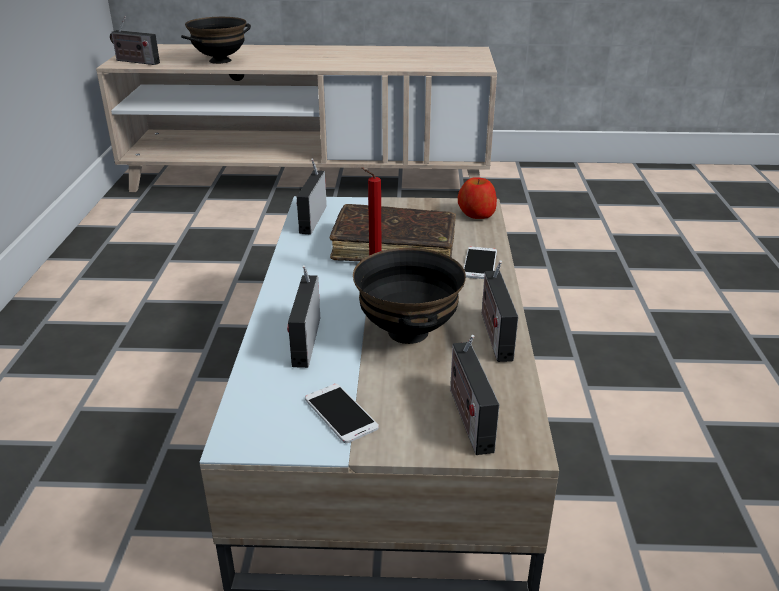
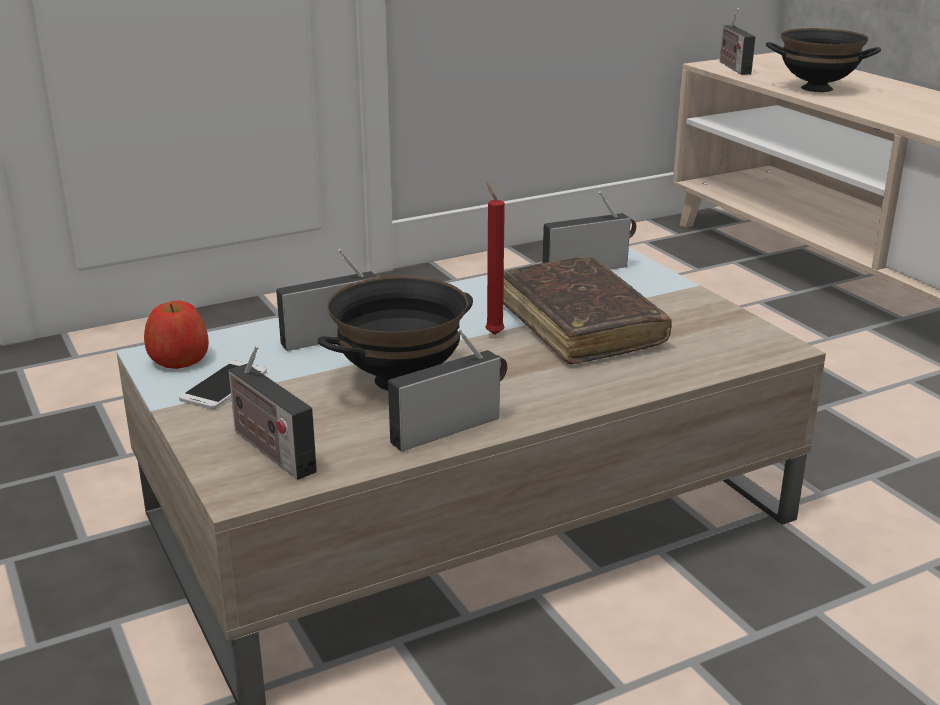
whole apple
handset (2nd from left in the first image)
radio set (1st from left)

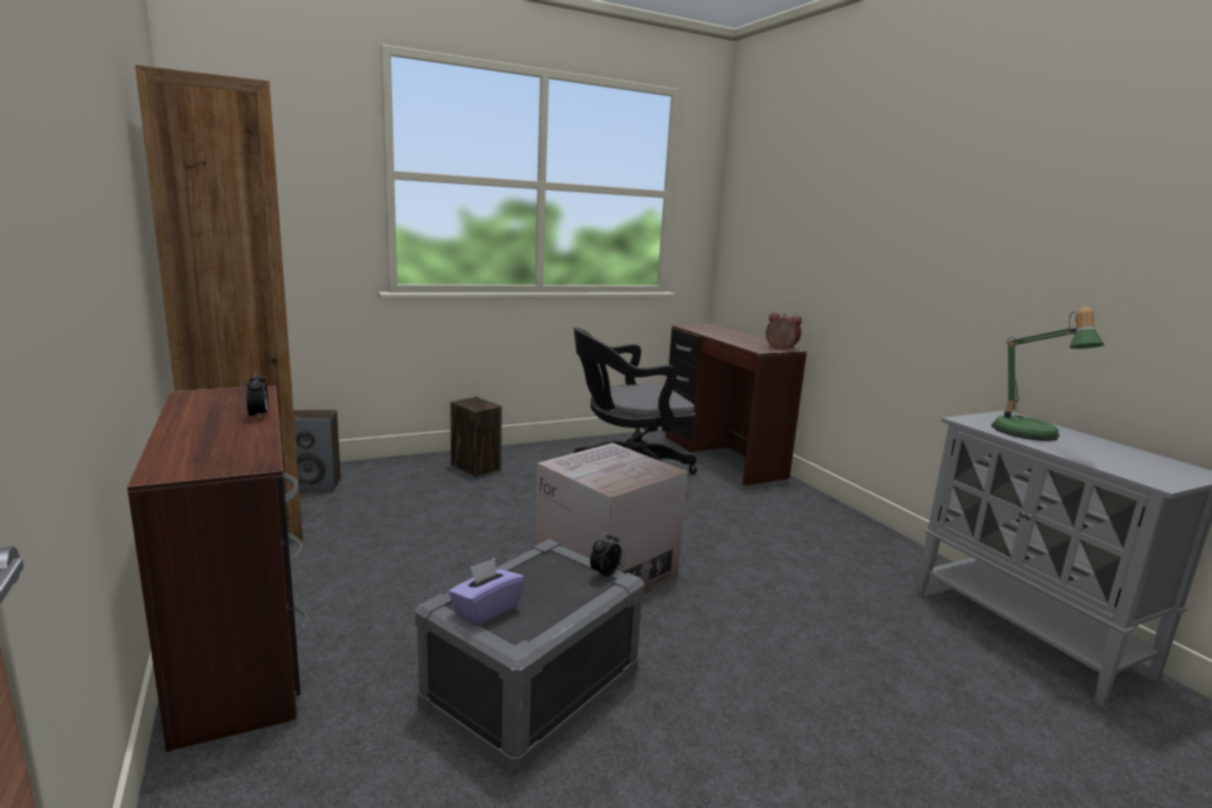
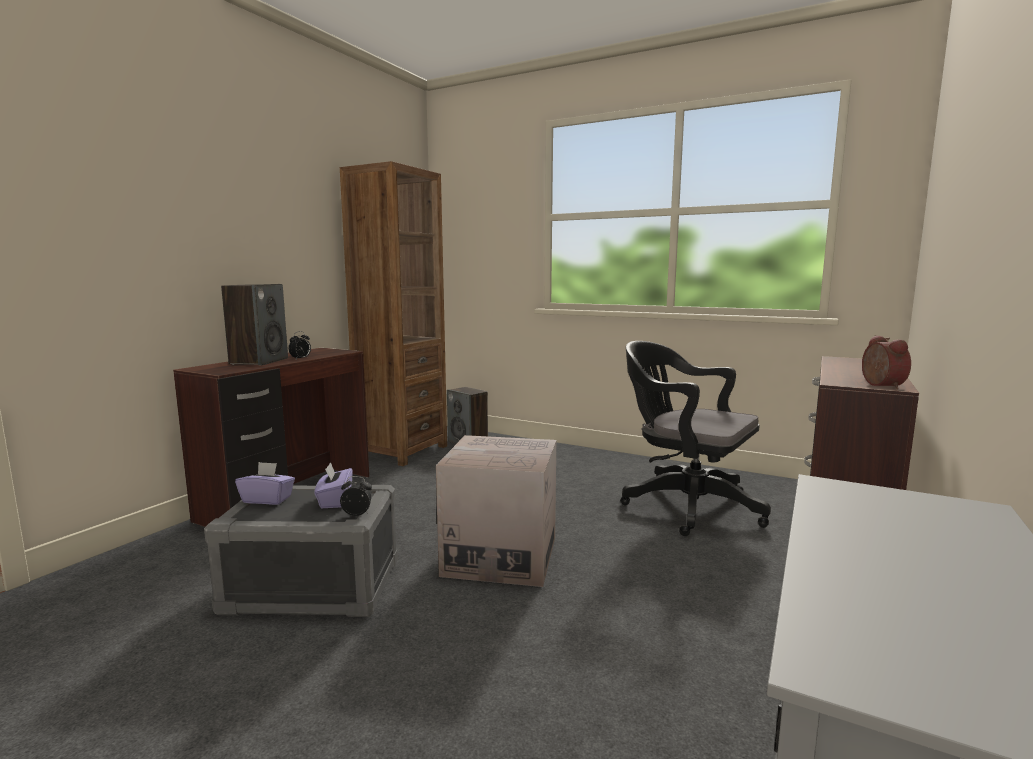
table lamp
speaker (1st from left)
box of tissues/purple-coloured (2nd from left)

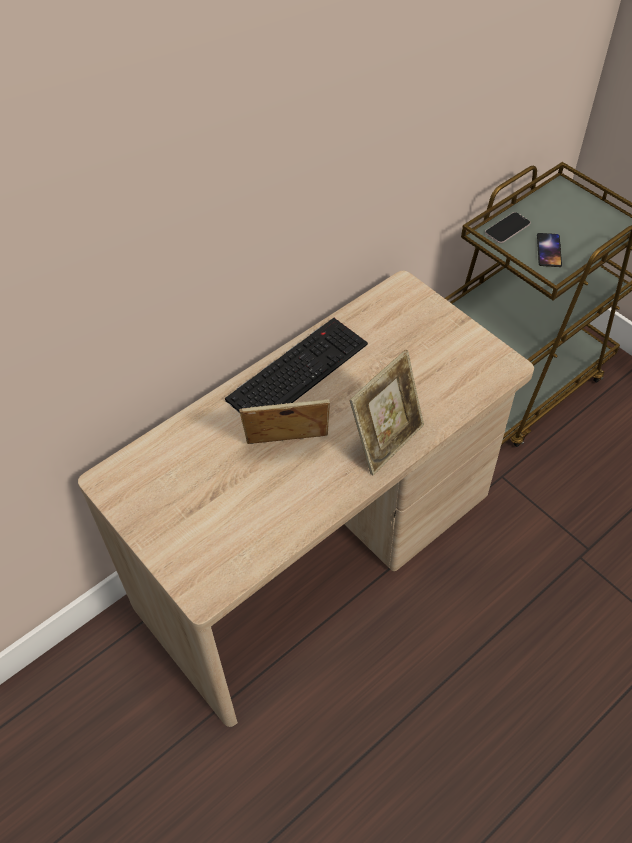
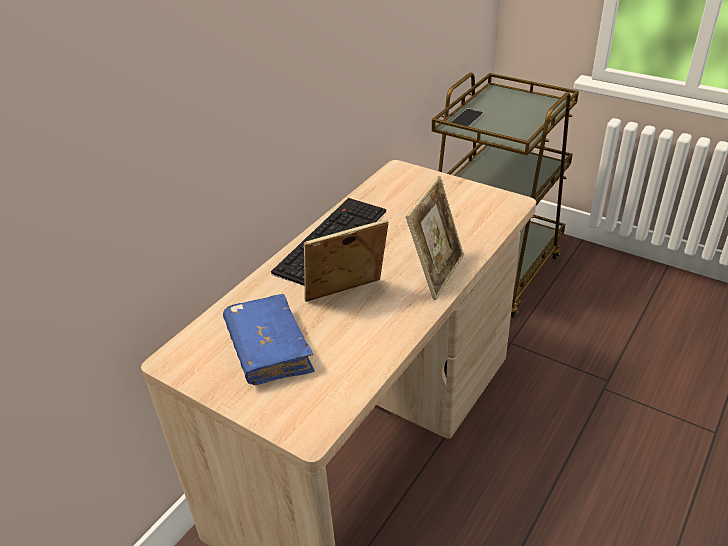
handset (2nd from left in the first image)
volume/blue

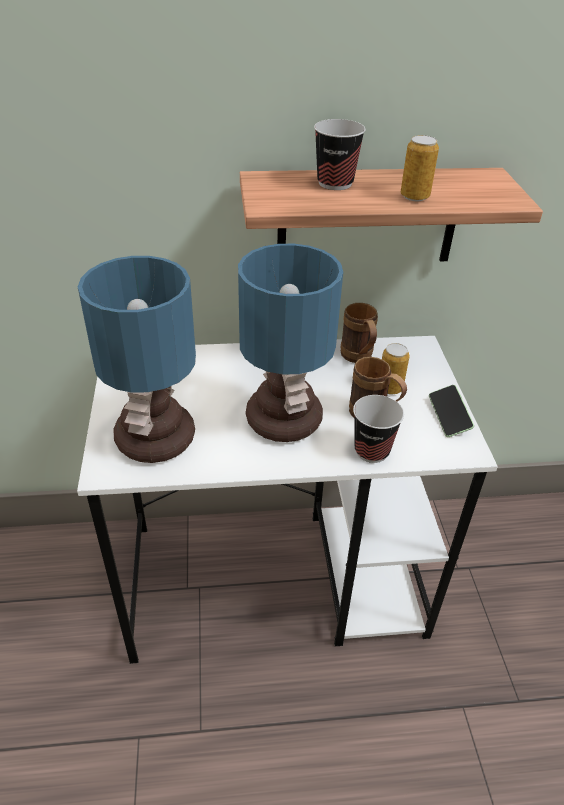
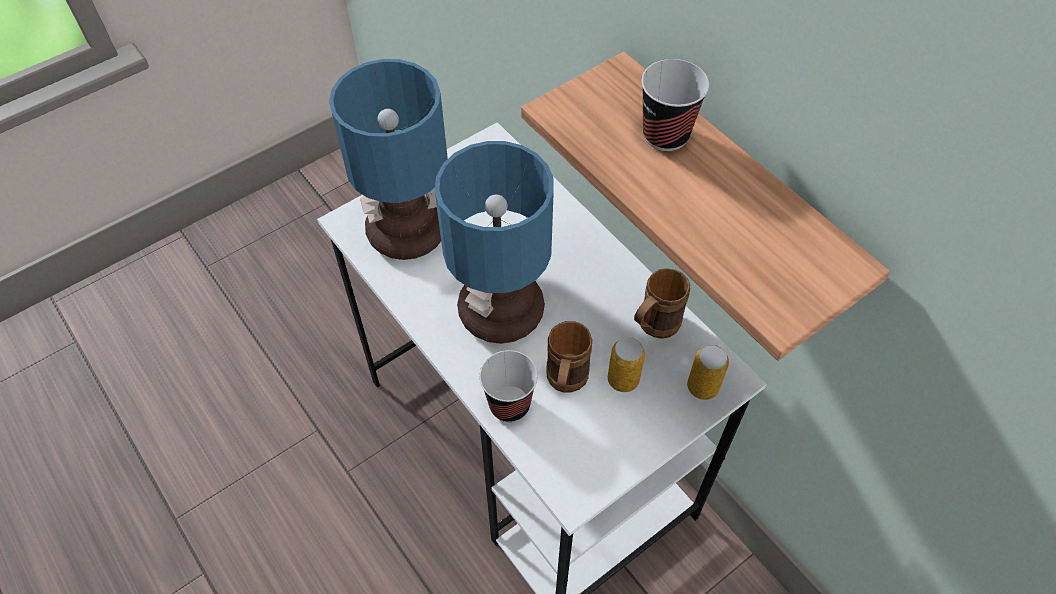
metal can (2nd from left)
handset

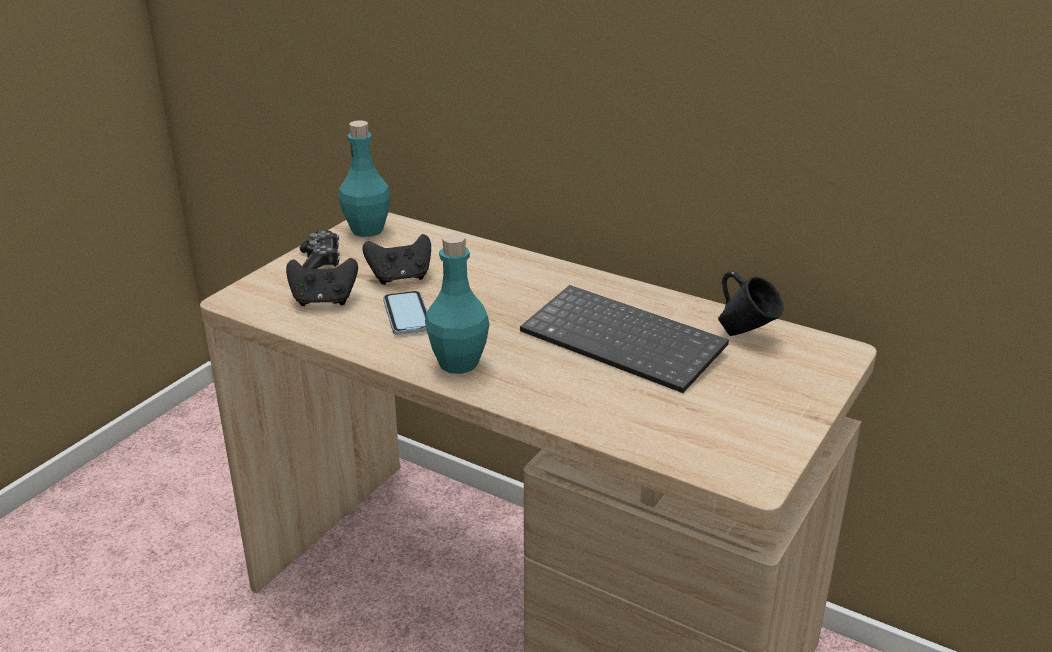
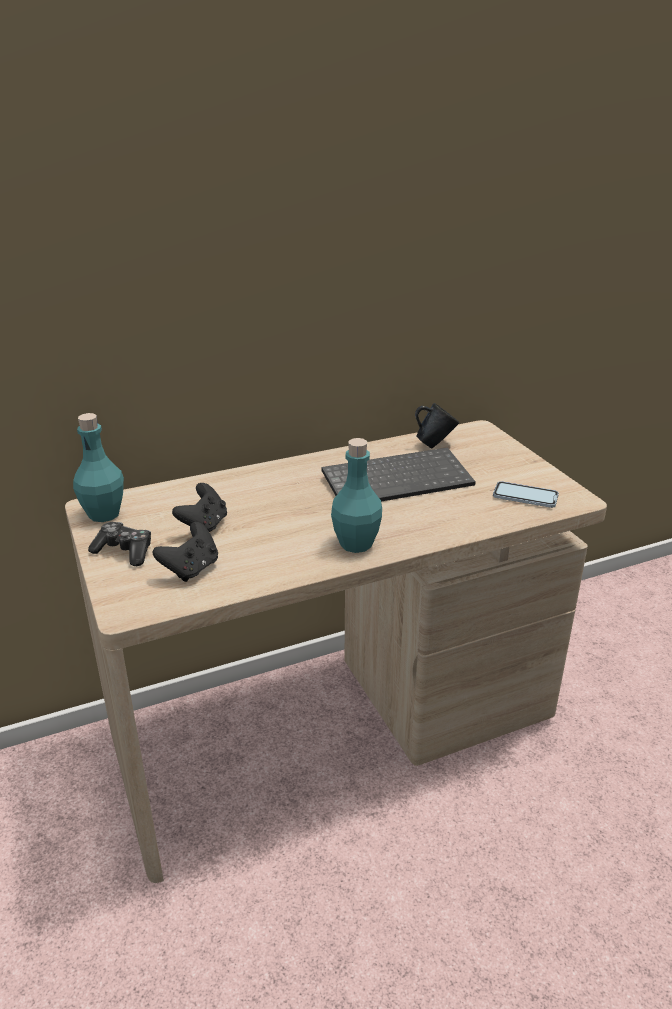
handset

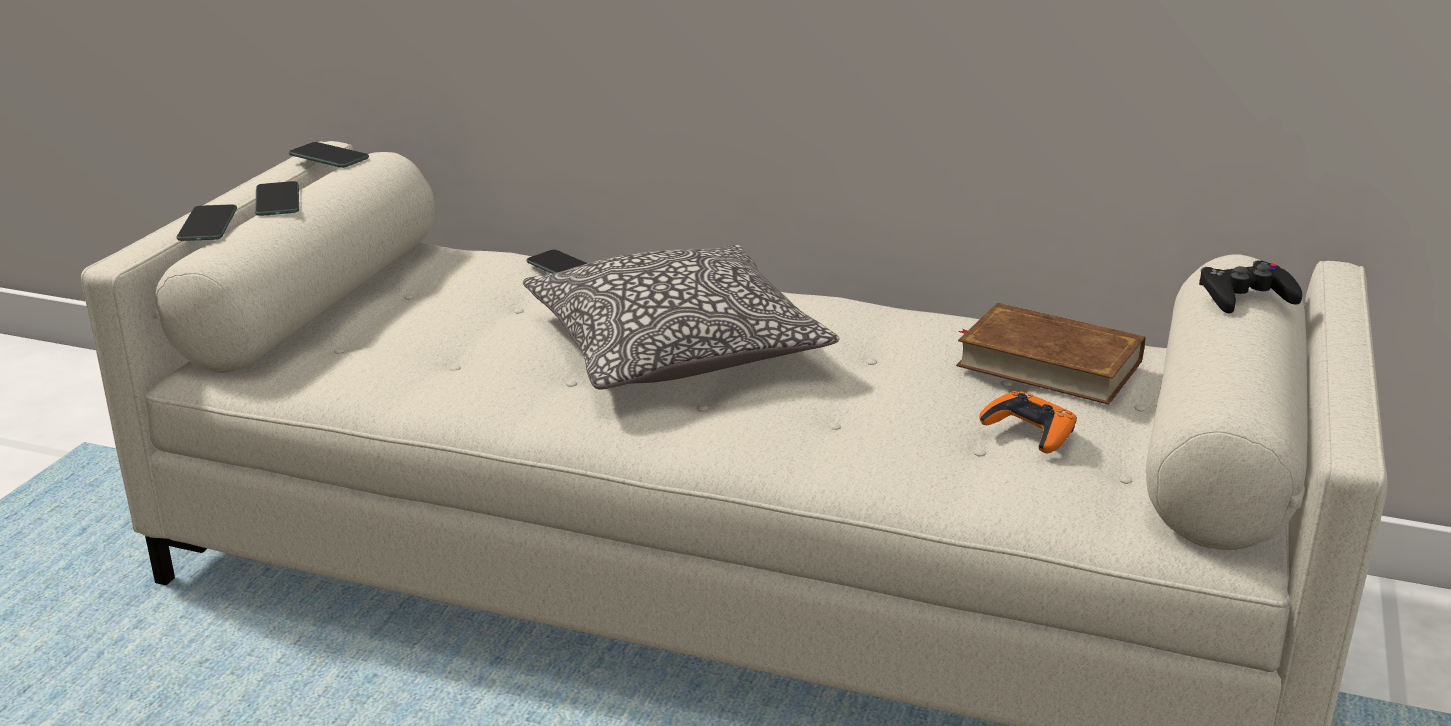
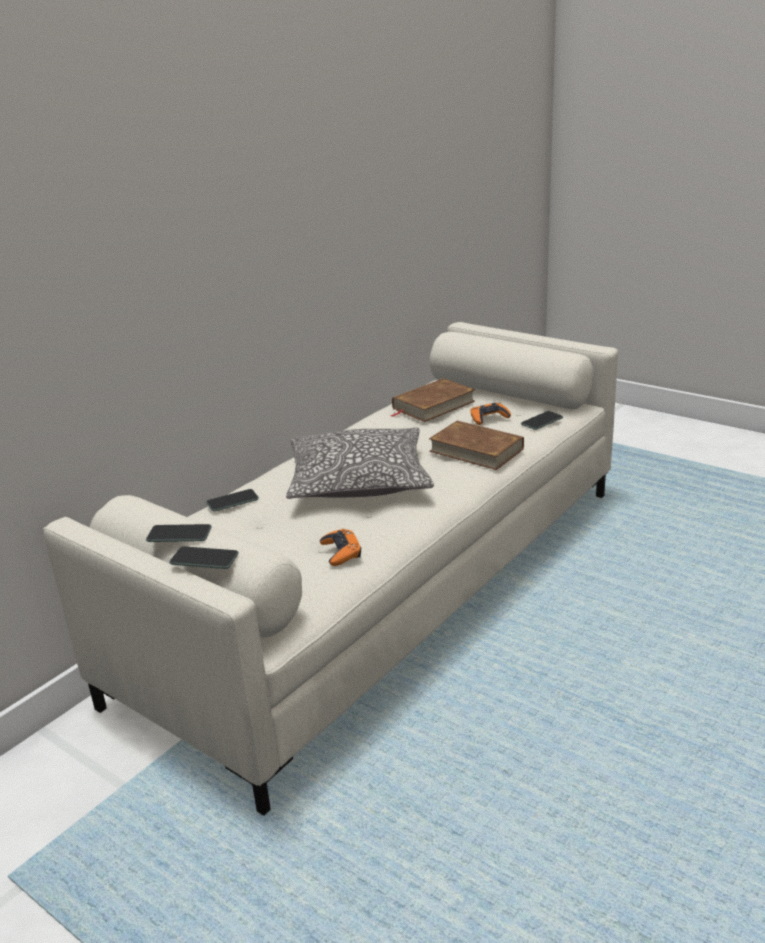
handset (4th from left)
joypad/black-coloured
volume/brownish (2nd from left)
joypad/orange (1st from left)

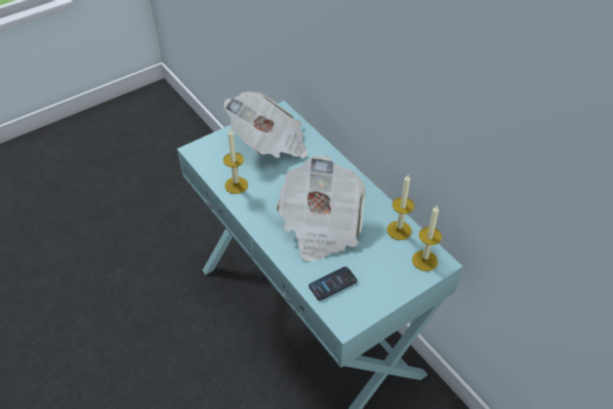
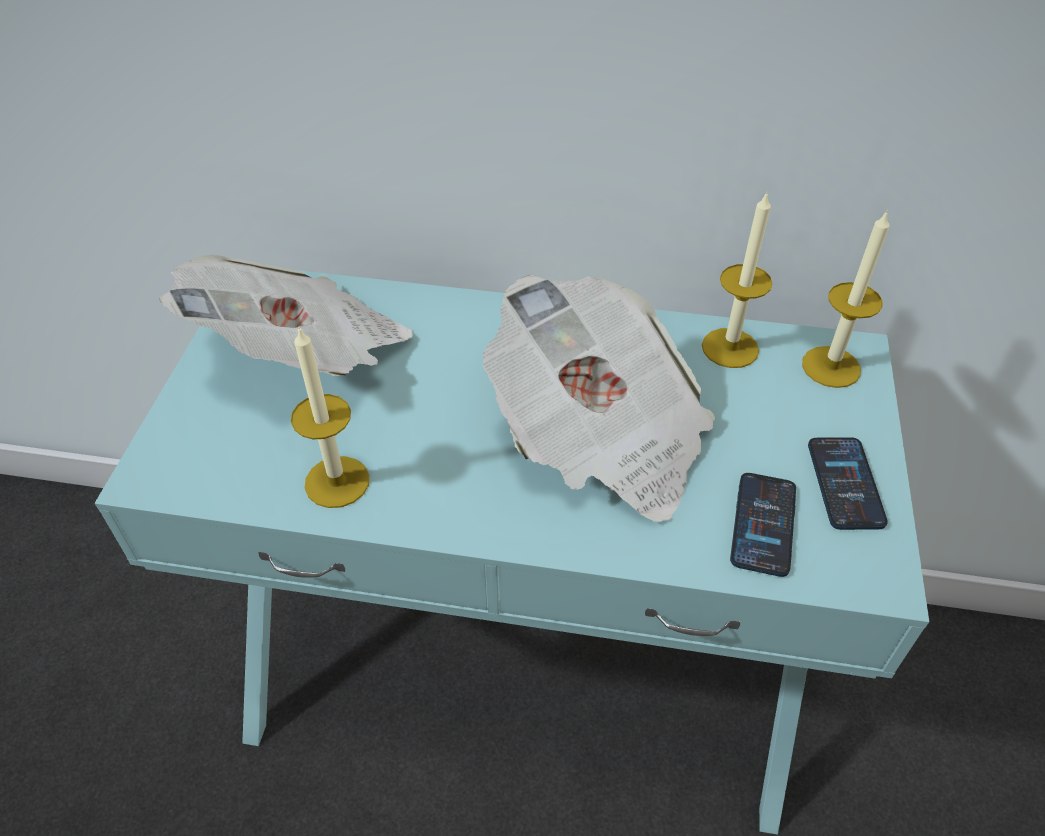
handset (2nd from left)

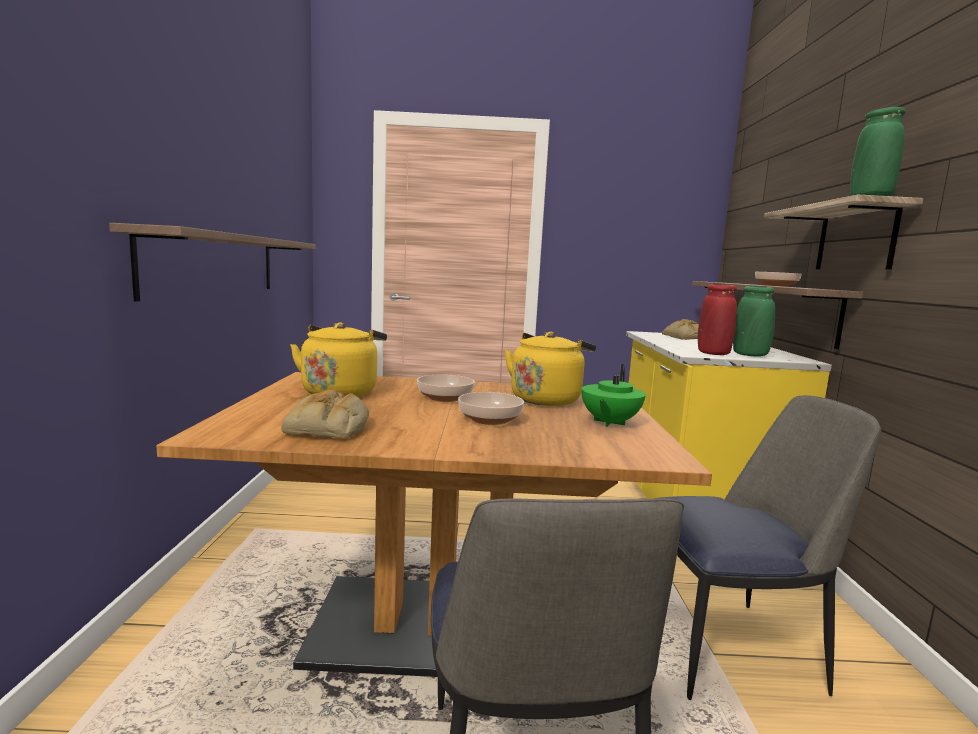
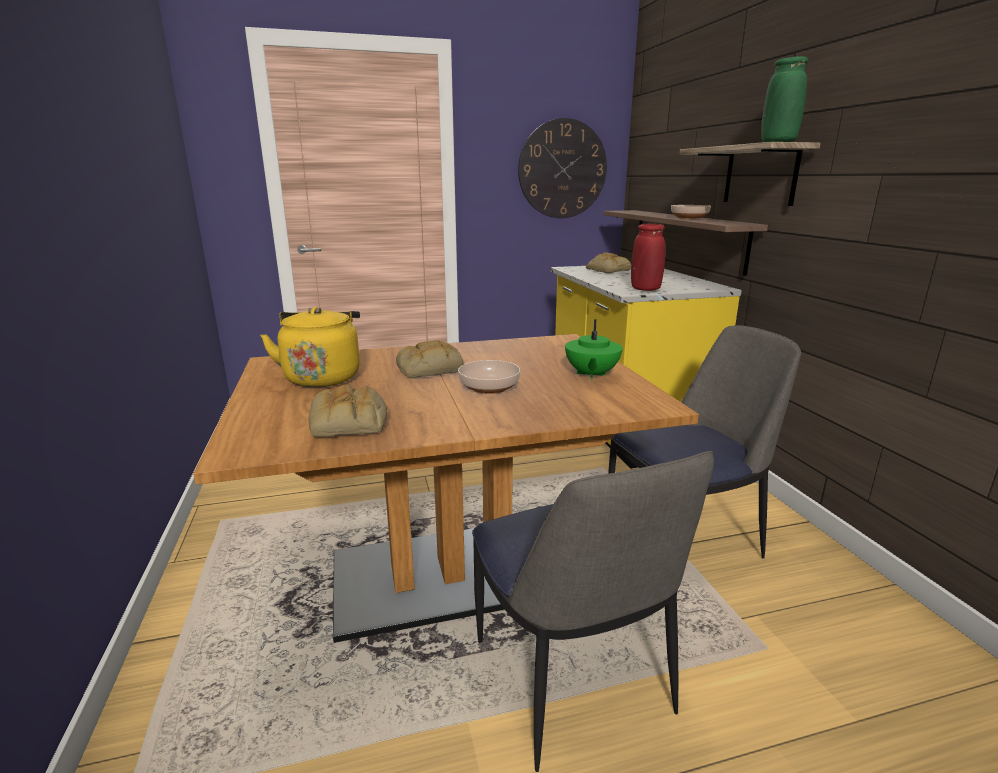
bracket shelf (1st from left in the first image)
decorative vase/greenish (1st from left in the first image)
water kettle/yellow (2nd from left in the first image)
bakery bread (2nd from left)
wall clock

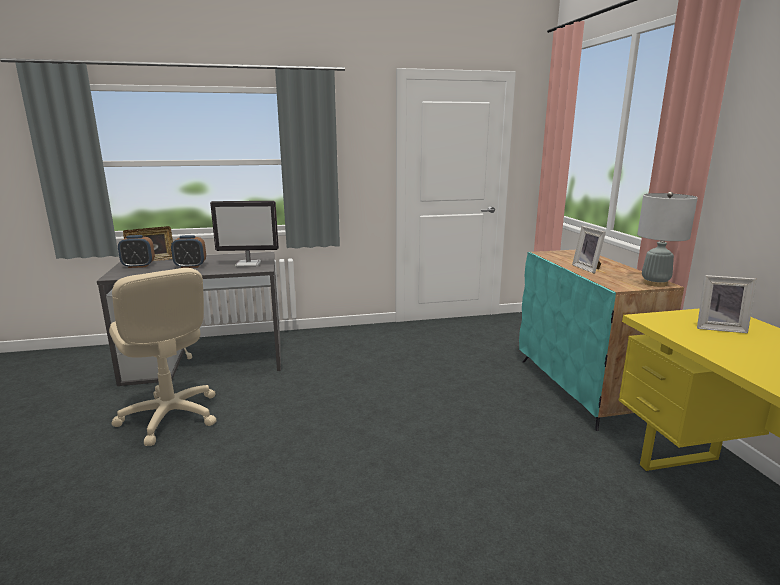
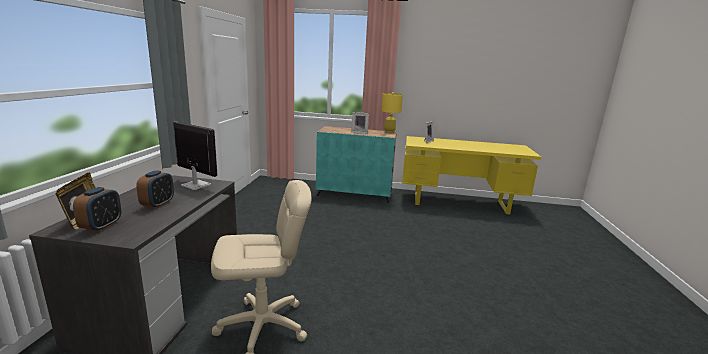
table lamp/yellow
monitor

